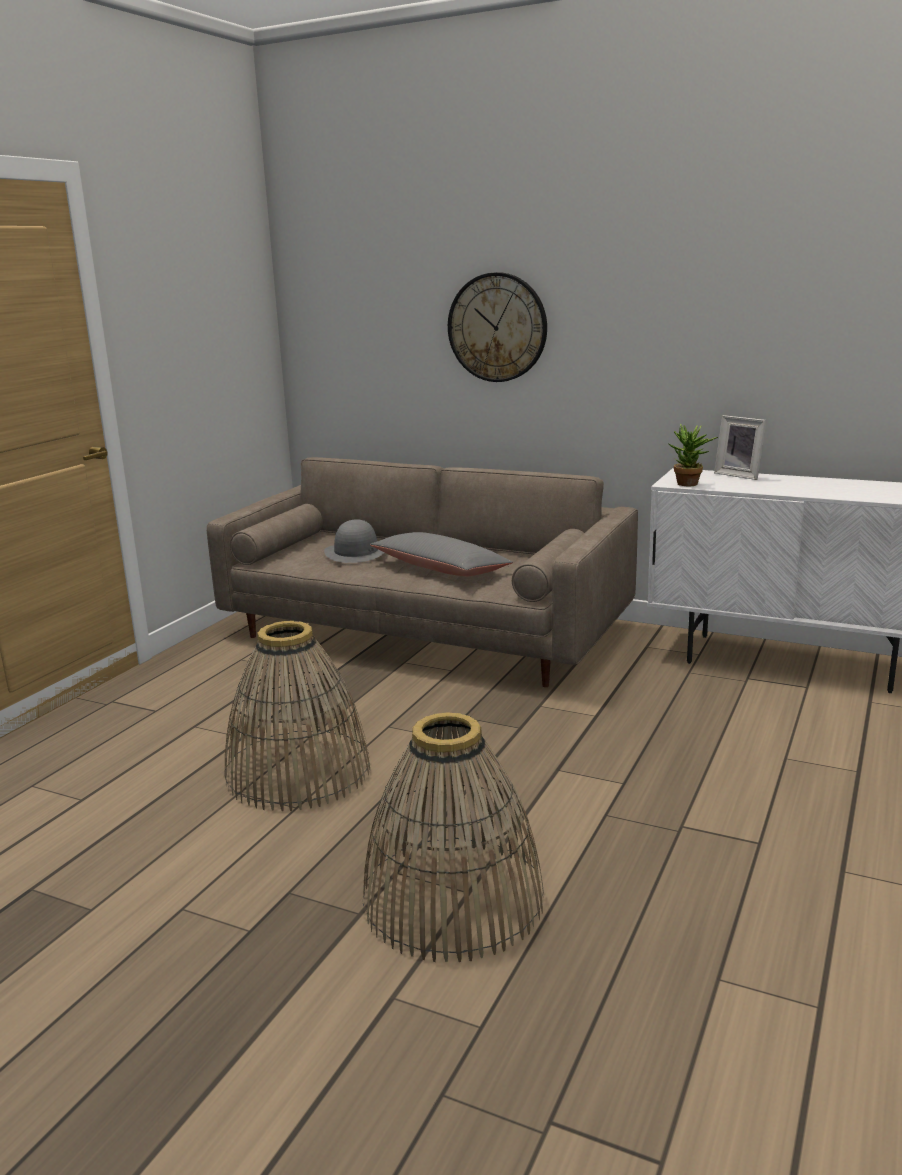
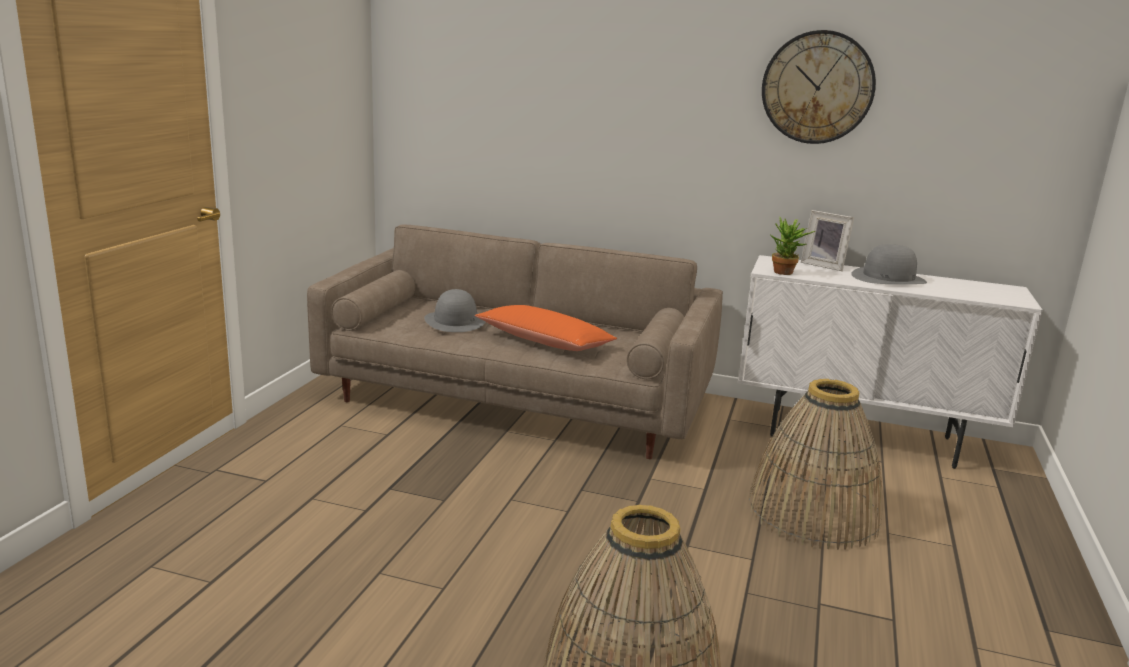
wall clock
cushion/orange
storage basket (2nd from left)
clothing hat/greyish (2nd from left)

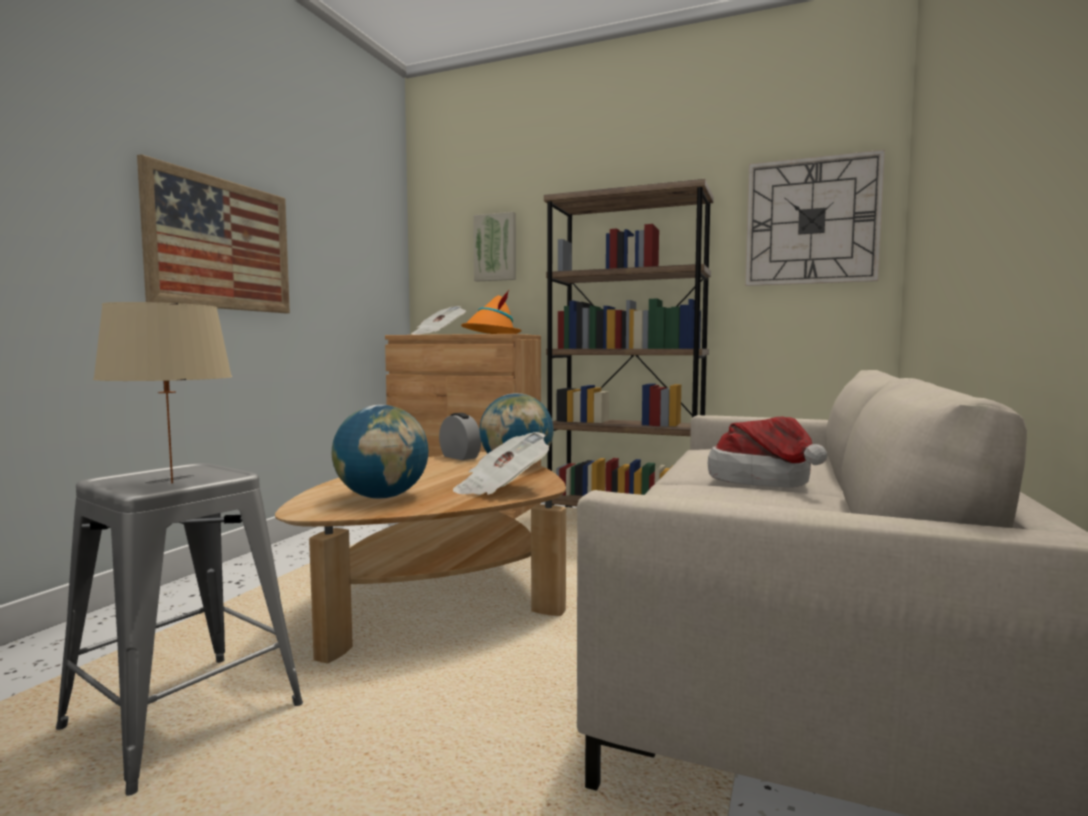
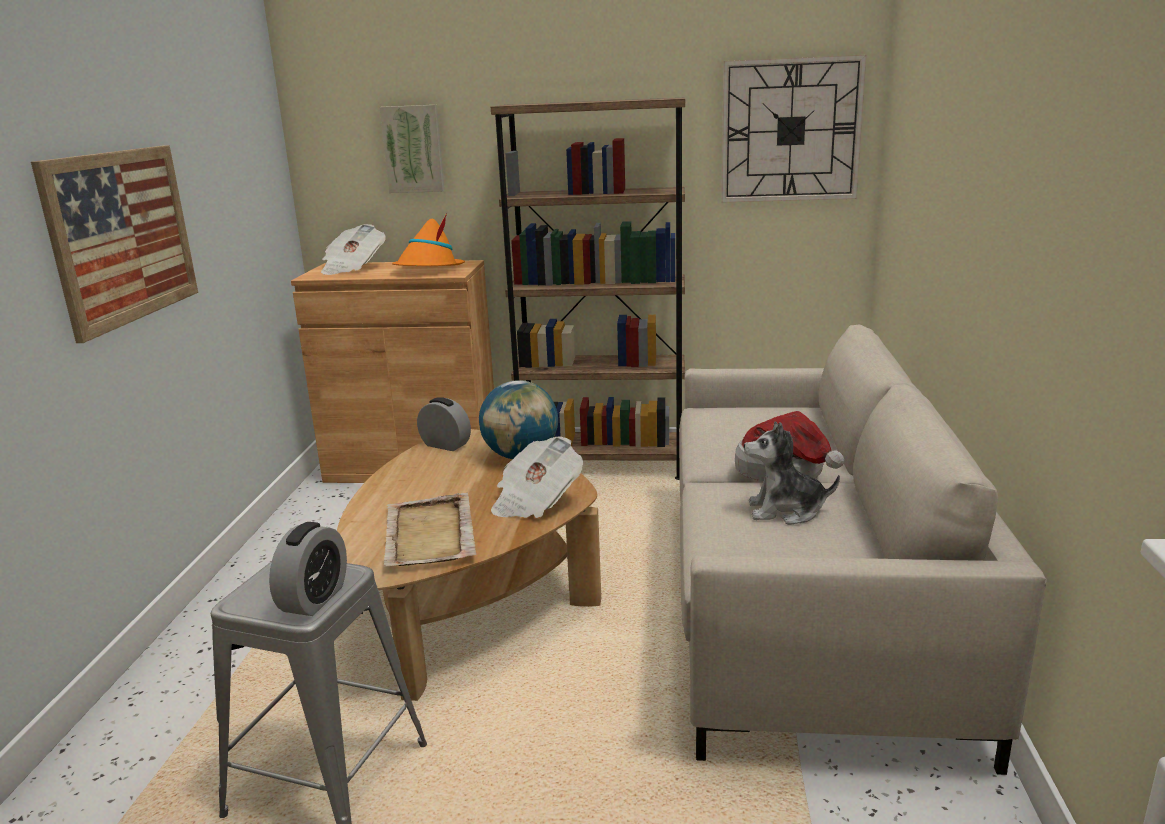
alarm clock (1st from left)
tray/sand-coloured
cuddly toy

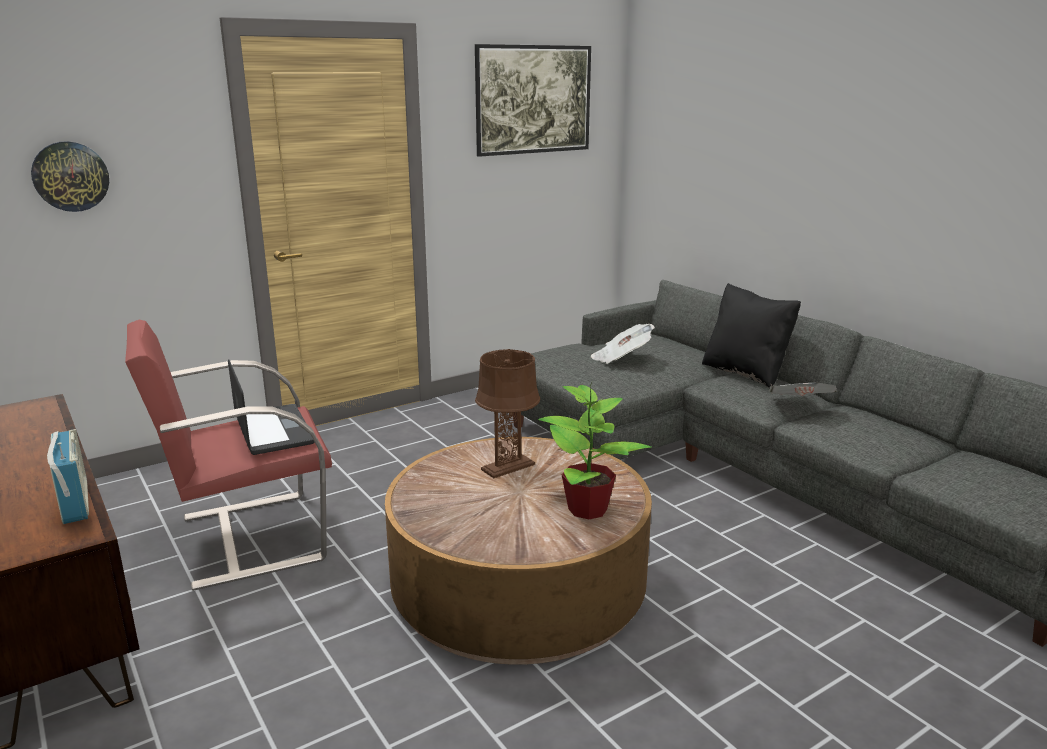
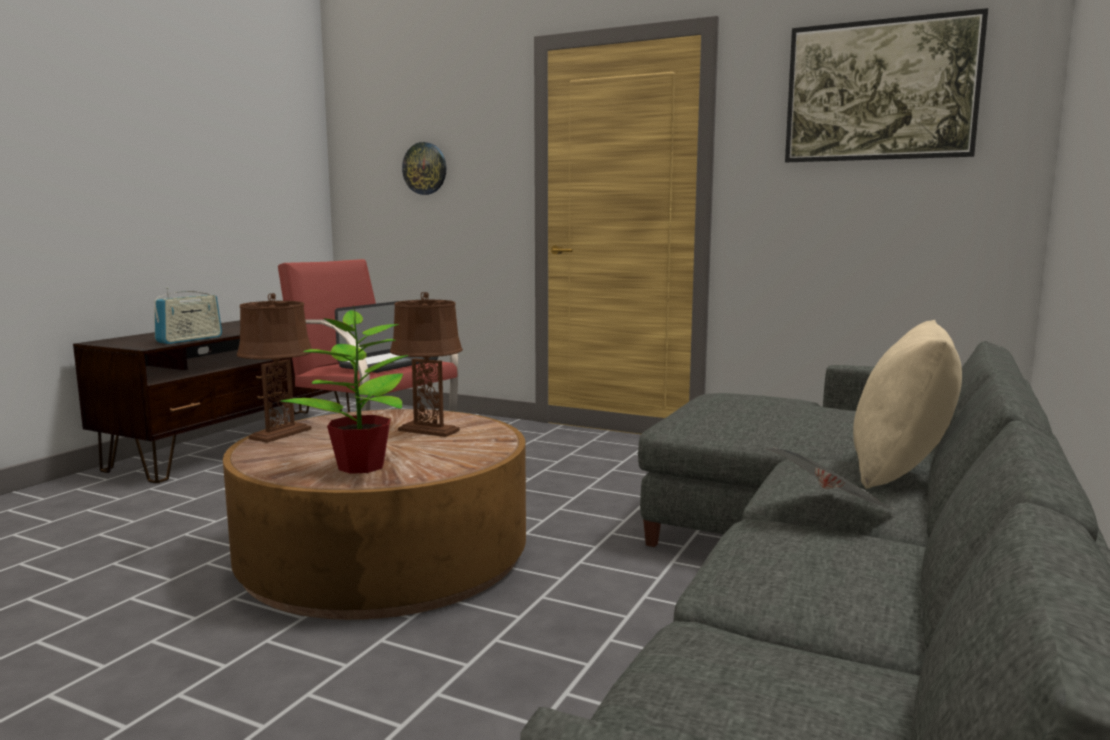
cushion/sand-coloured
daily paper (1st from left in the first image)
table lamp/brownish (1st from left)

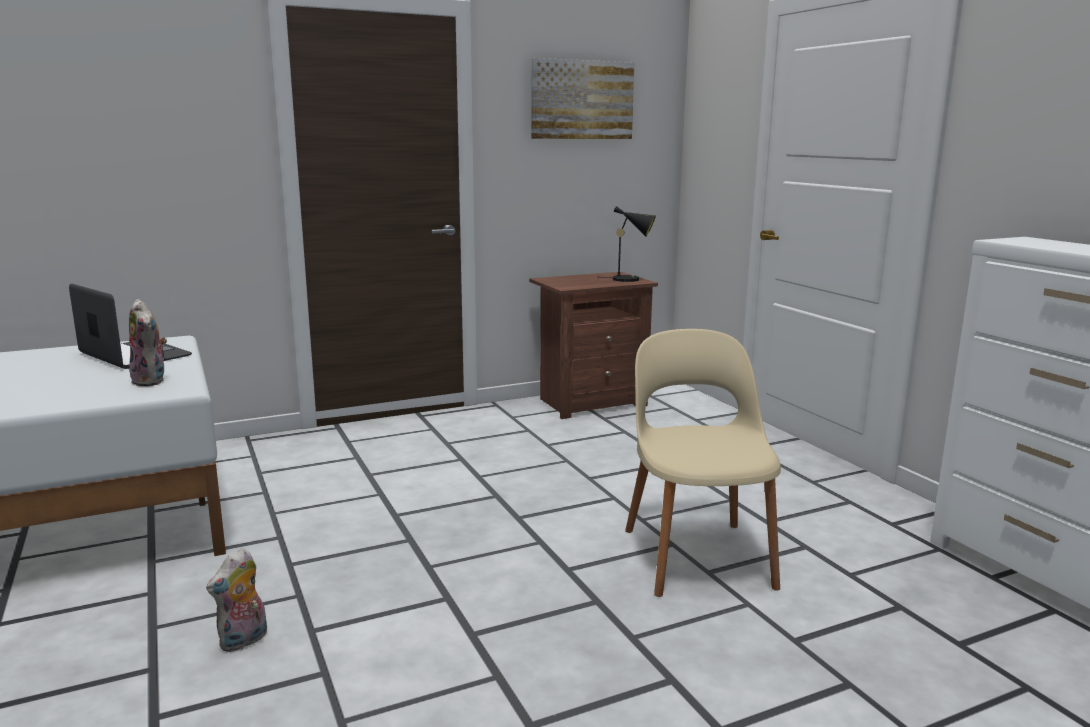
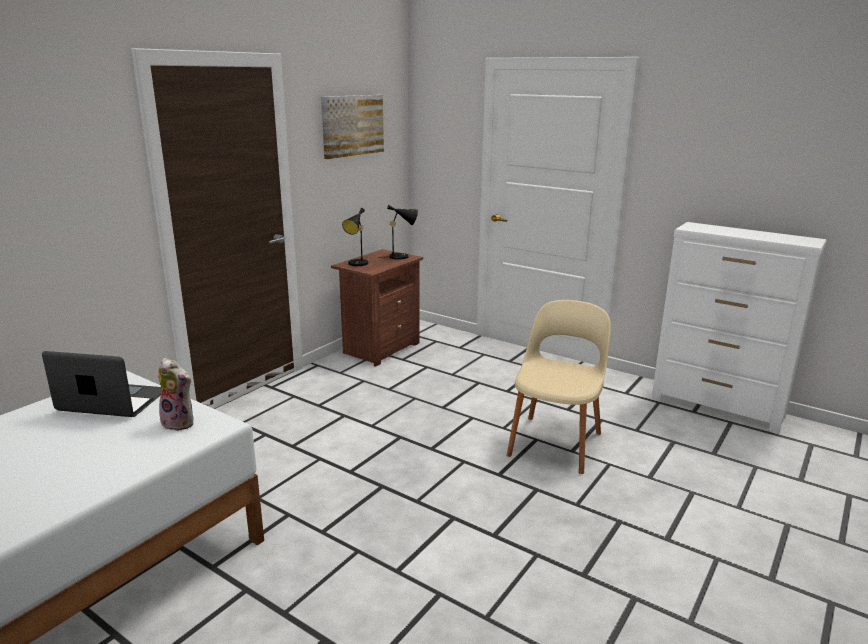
plain chair/sand-coloured
cuddly toy (2nd from left in the first image)
table lamp/black-coloured (1st from left)

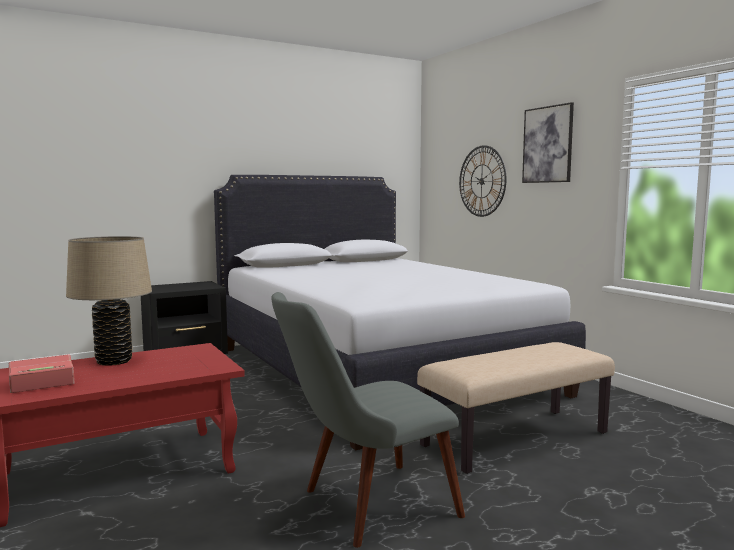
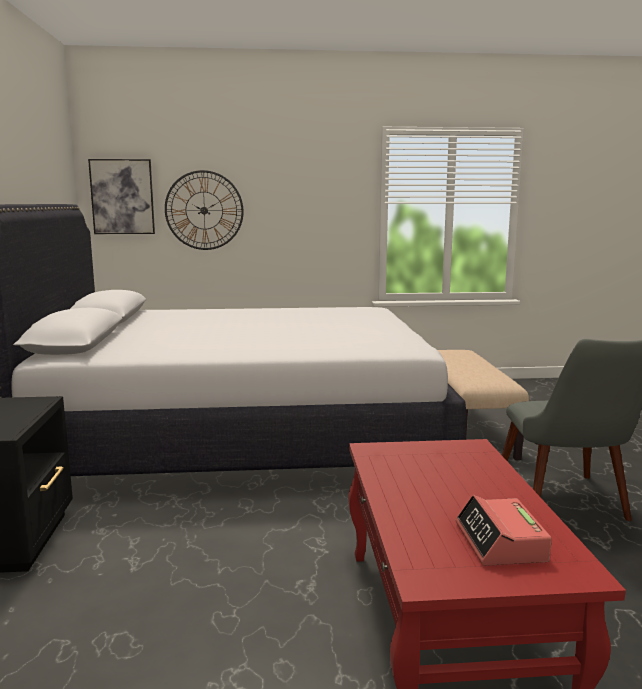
wall art
table lamp/sand-coloured

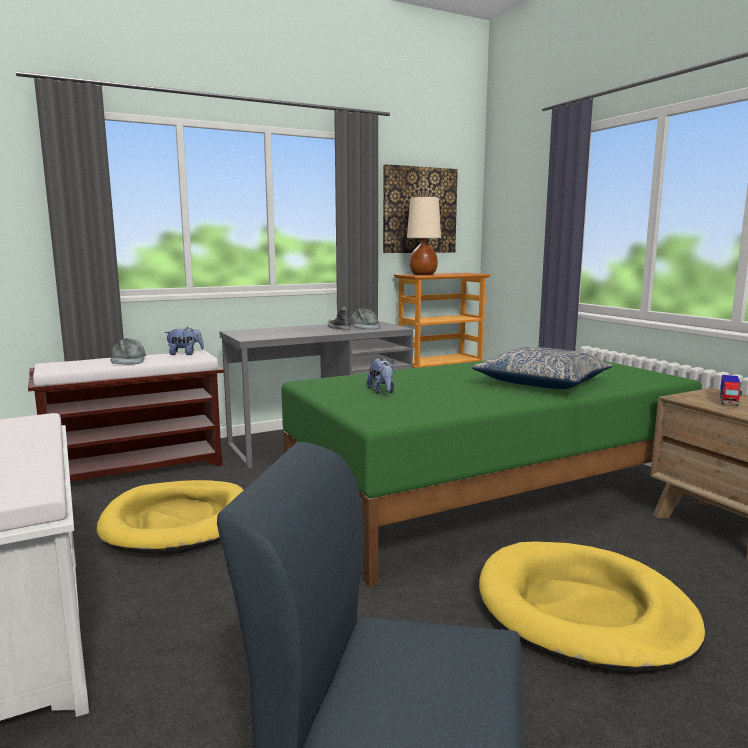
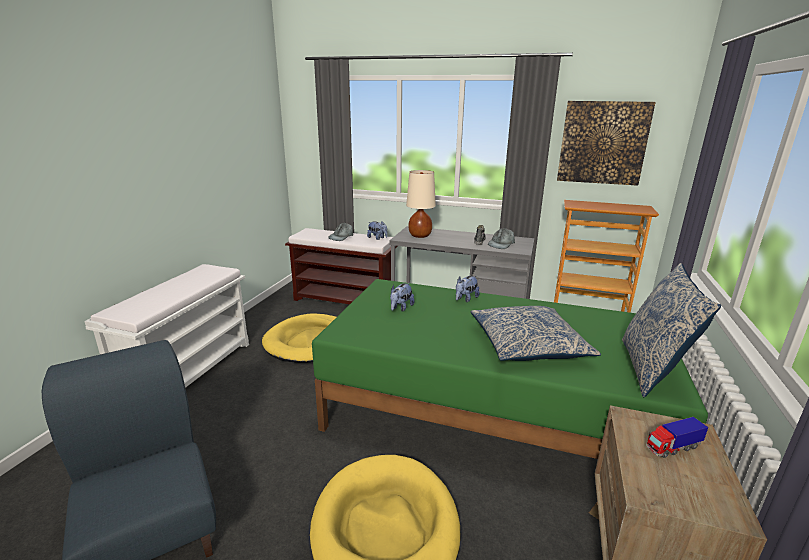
table lamp/sand-coloured
cushion (2nd from left)
cuddly toy (3rd from left)

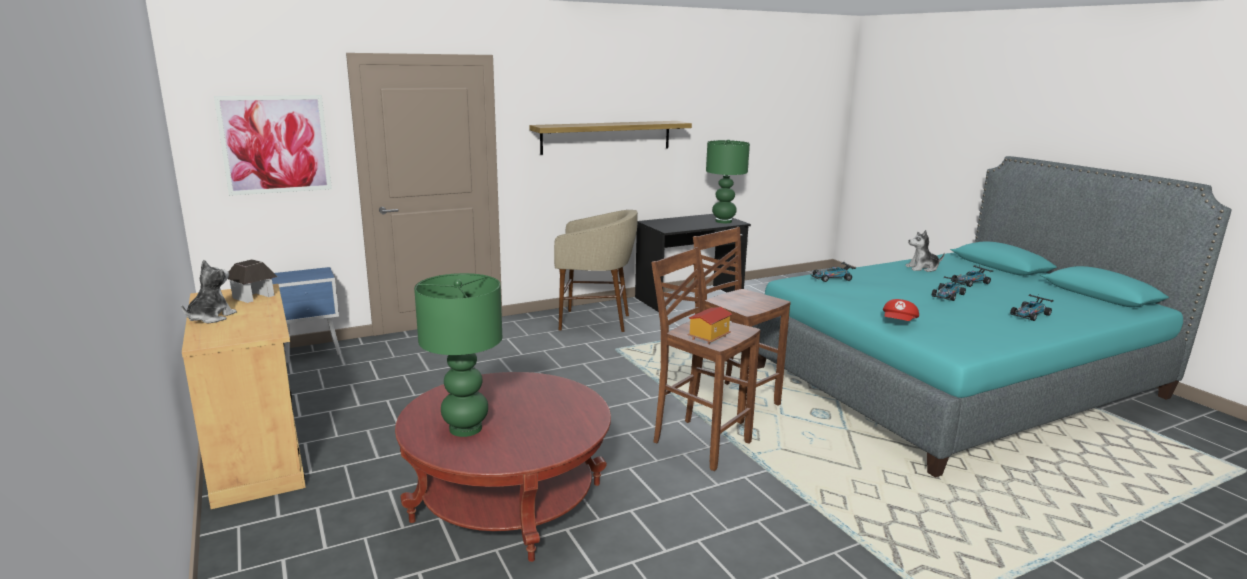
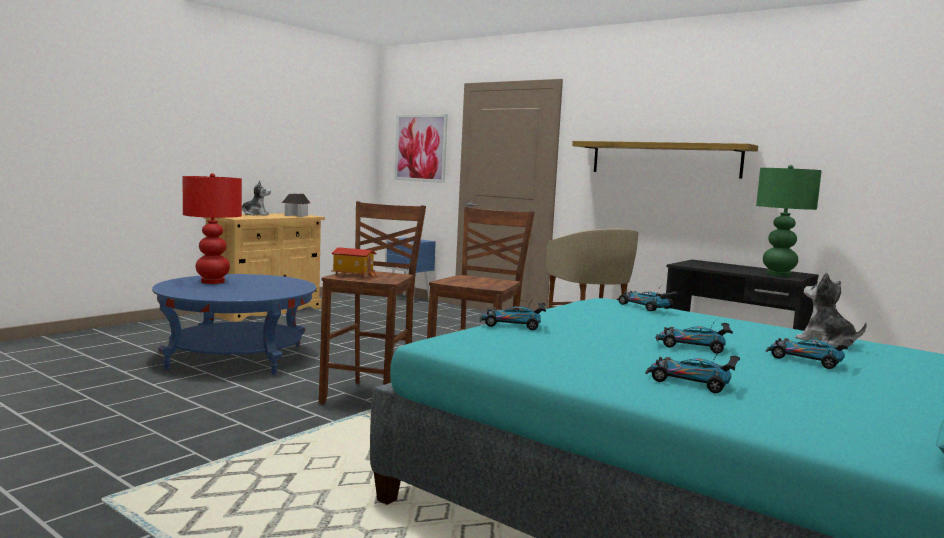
table lamp/red
miniature car (1st from left)
coffee table/blue

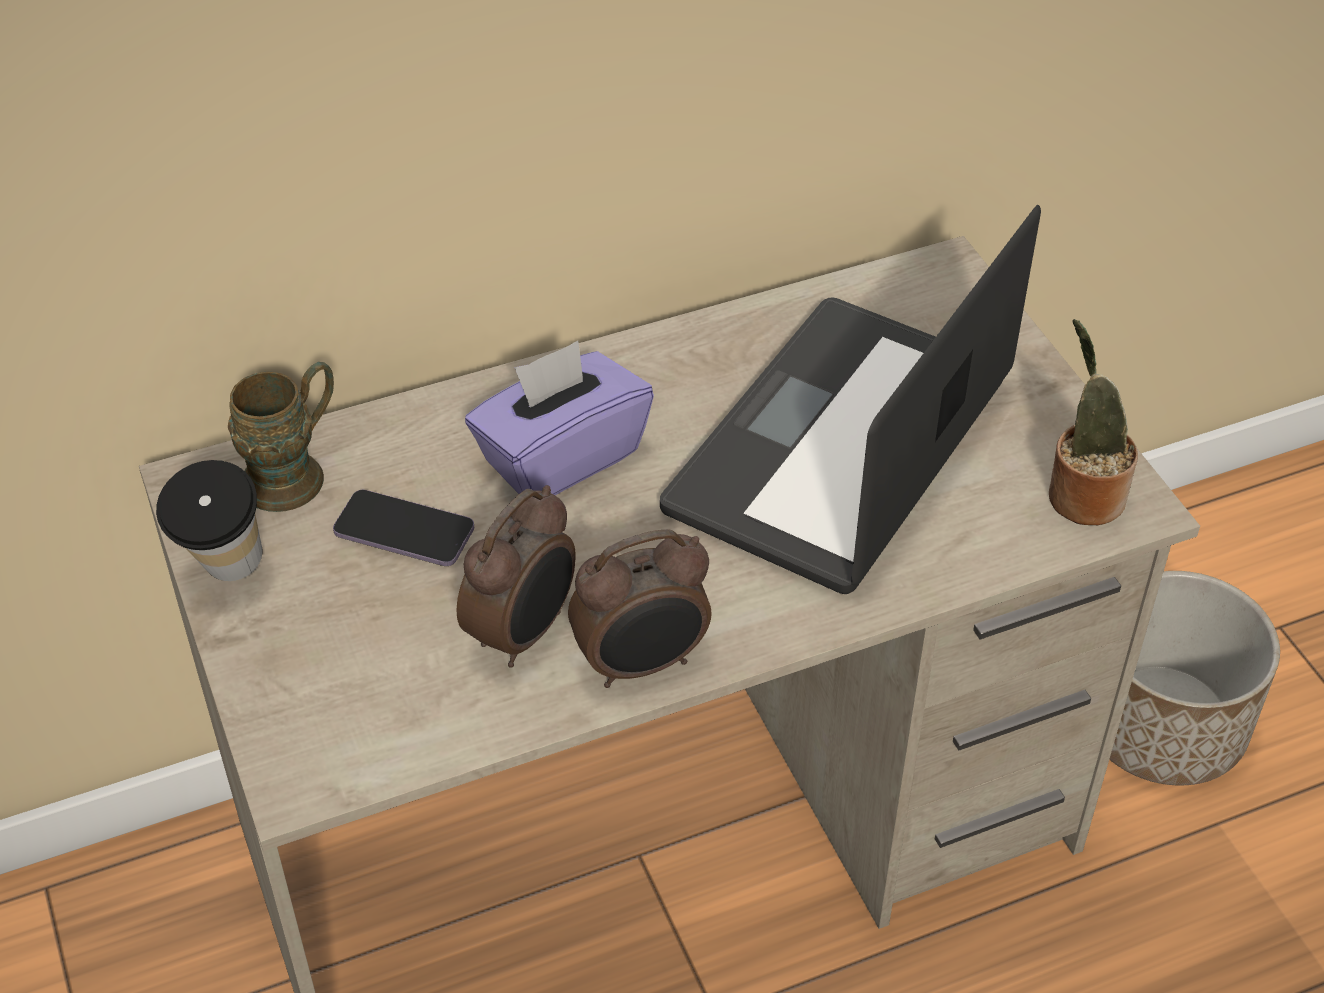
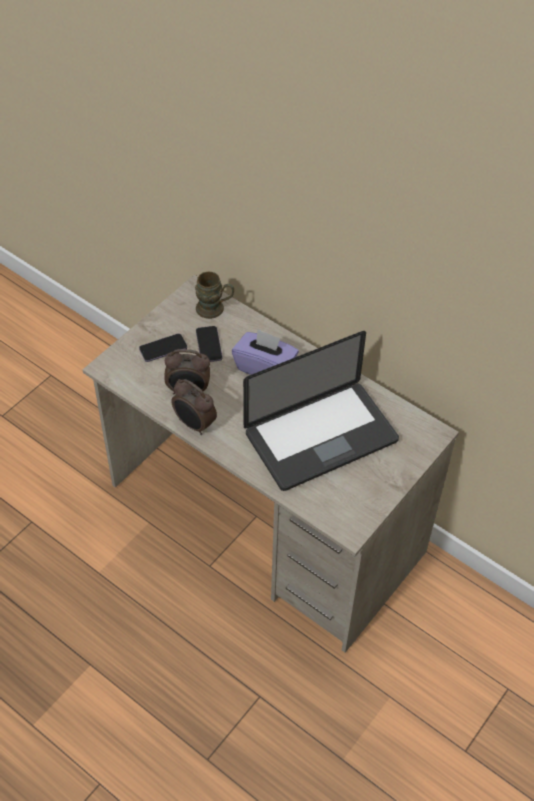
laptop
houseplant
small cup
plant pot
handset (1st from left)

